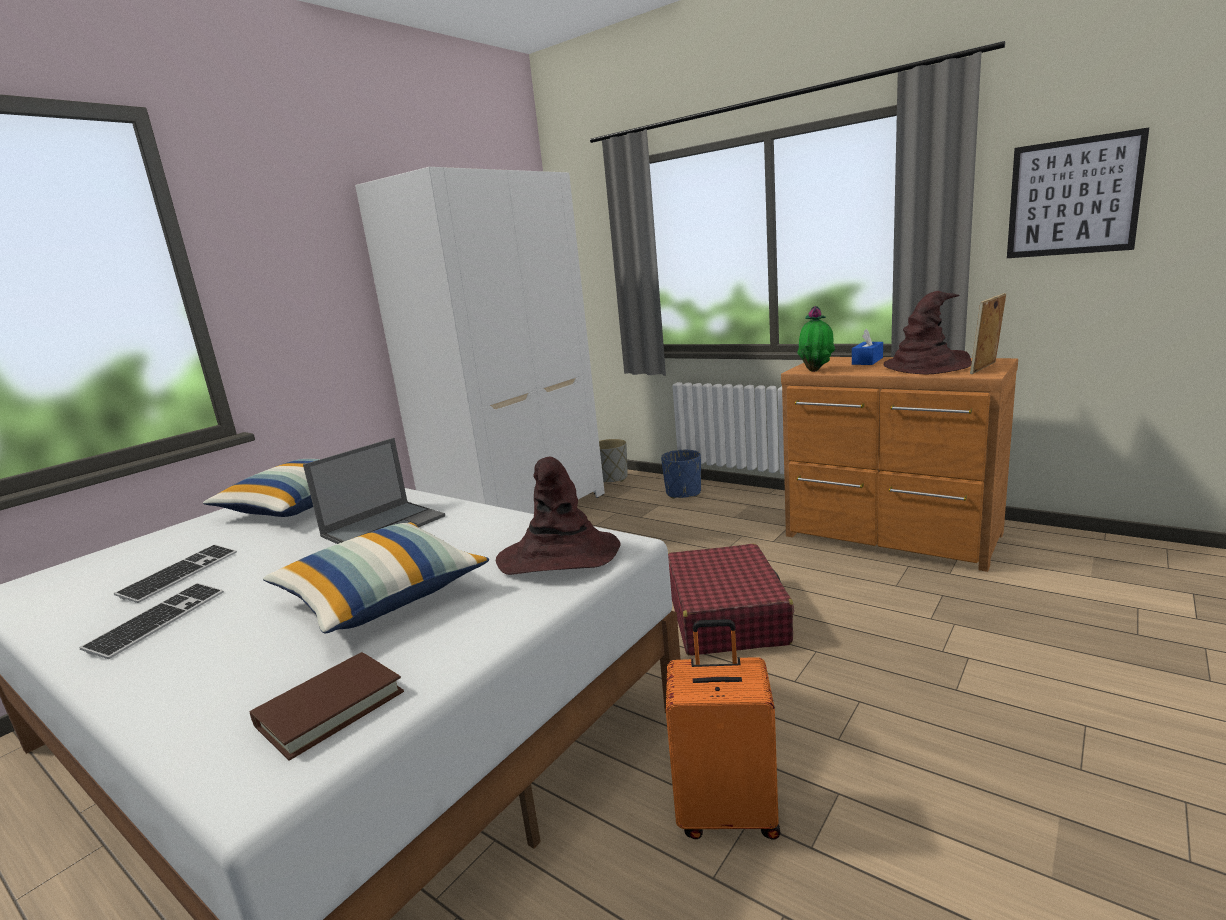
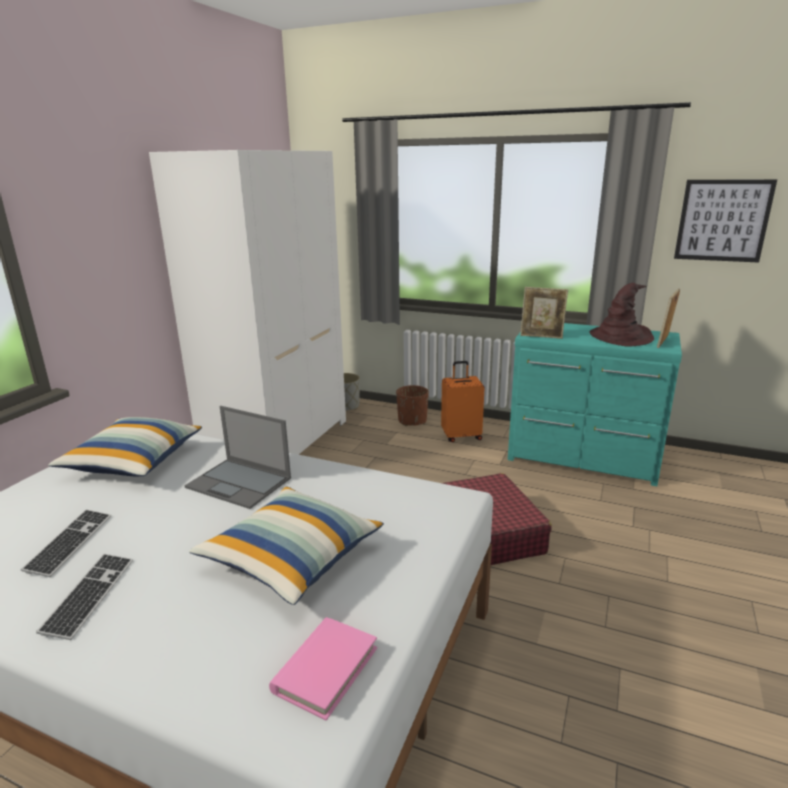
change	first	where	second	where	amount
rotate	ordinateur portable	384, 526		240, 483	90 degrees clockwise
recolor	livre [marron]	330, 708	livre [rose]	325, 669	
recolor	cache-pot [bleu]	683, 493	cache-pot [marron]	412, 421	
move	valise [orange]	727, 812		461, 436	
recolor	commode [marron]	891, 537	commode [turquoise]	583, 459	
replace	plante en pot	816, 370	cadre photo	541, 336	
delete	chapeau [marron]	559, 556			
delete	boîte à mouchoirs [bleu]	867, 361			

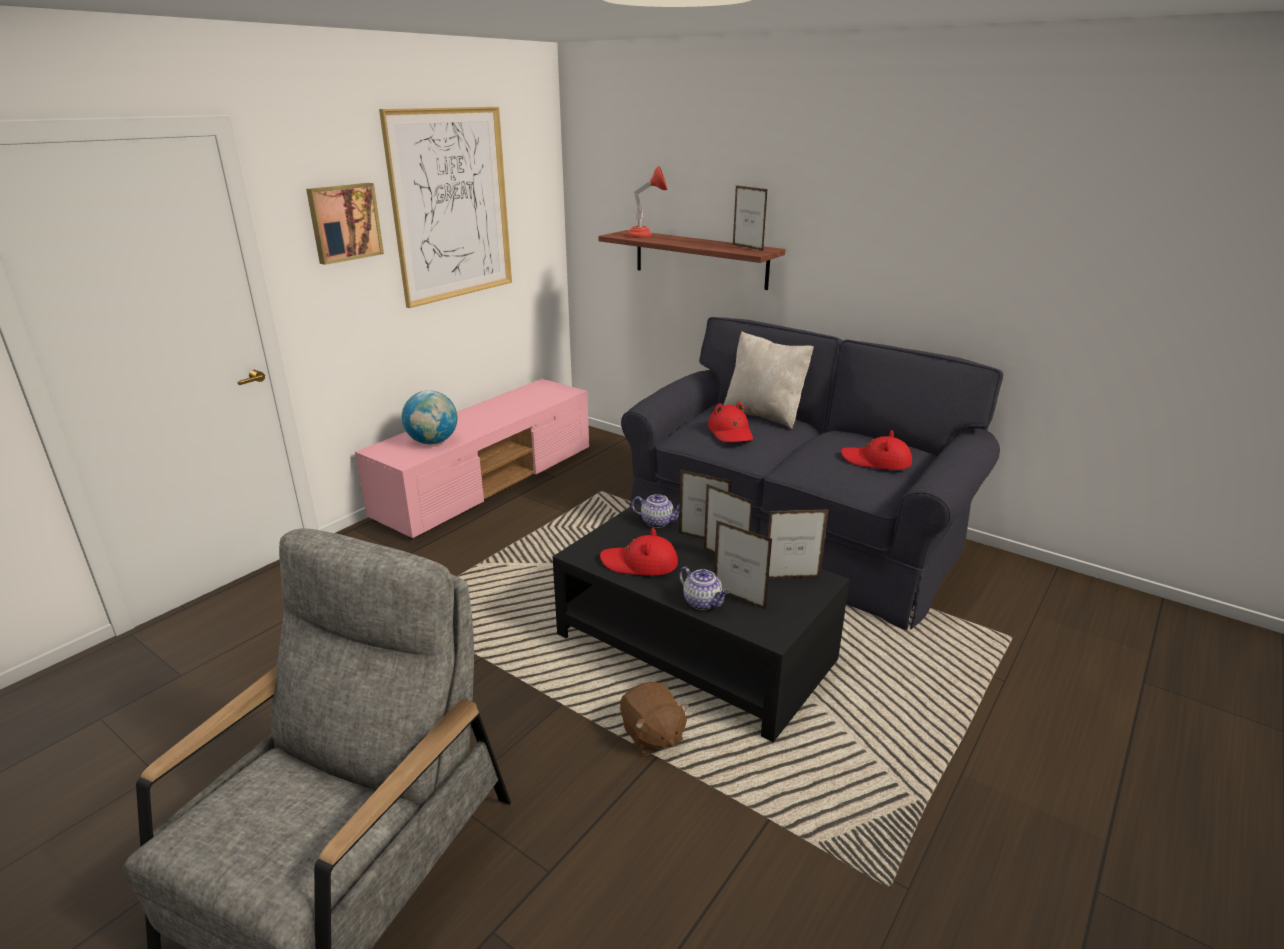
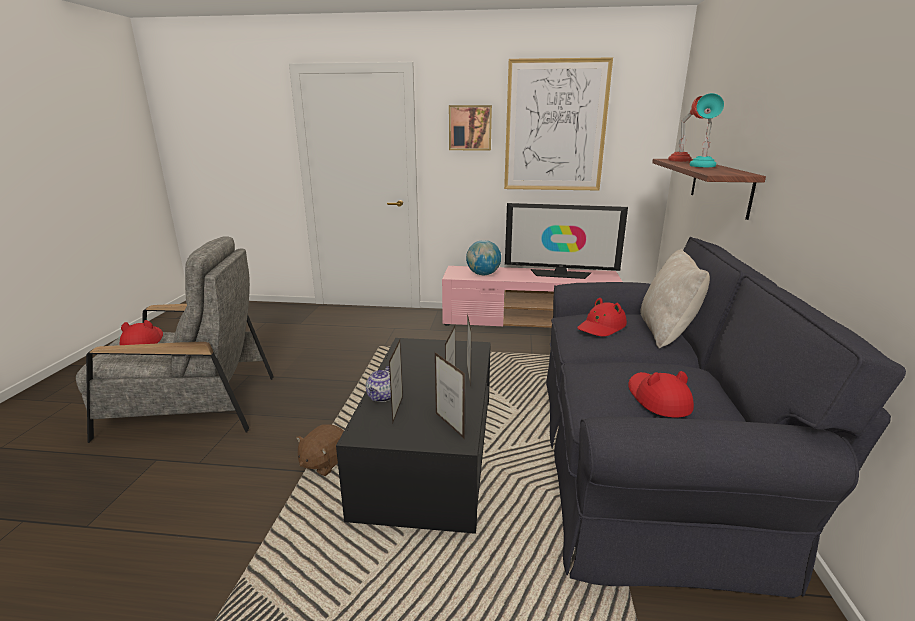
change	first	where	second	where	amount
move	chapeau [rouge]	639, 563		143, 341	
insert			téléviseur	560, 274	
insert			lampe de table [turquoise]	701, 167	
delete	théière	658, 522			
delete	cadre photo	747, 248			

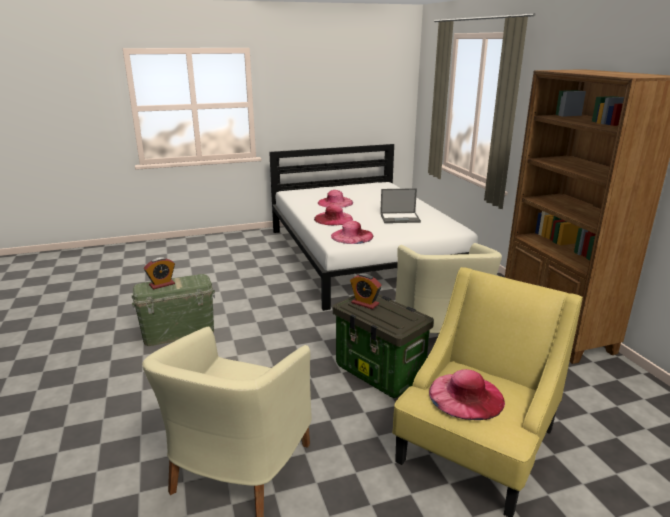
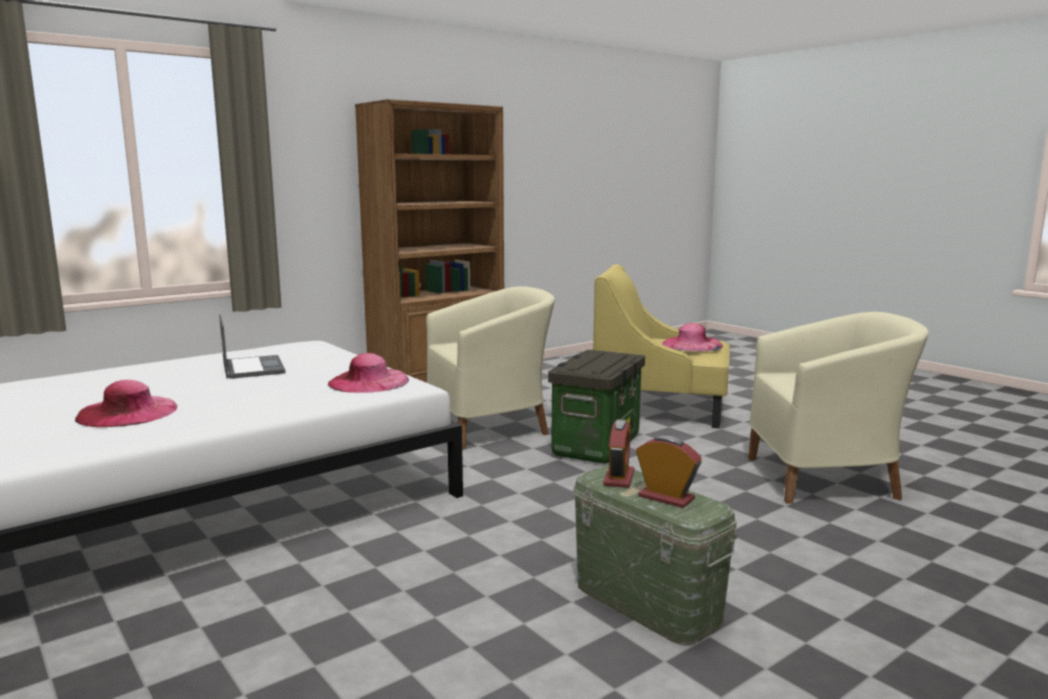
change	first	where	second	where	amount
move	réveil	365, 303		619, 478	
delete	chapeau [rose]	333, 219			

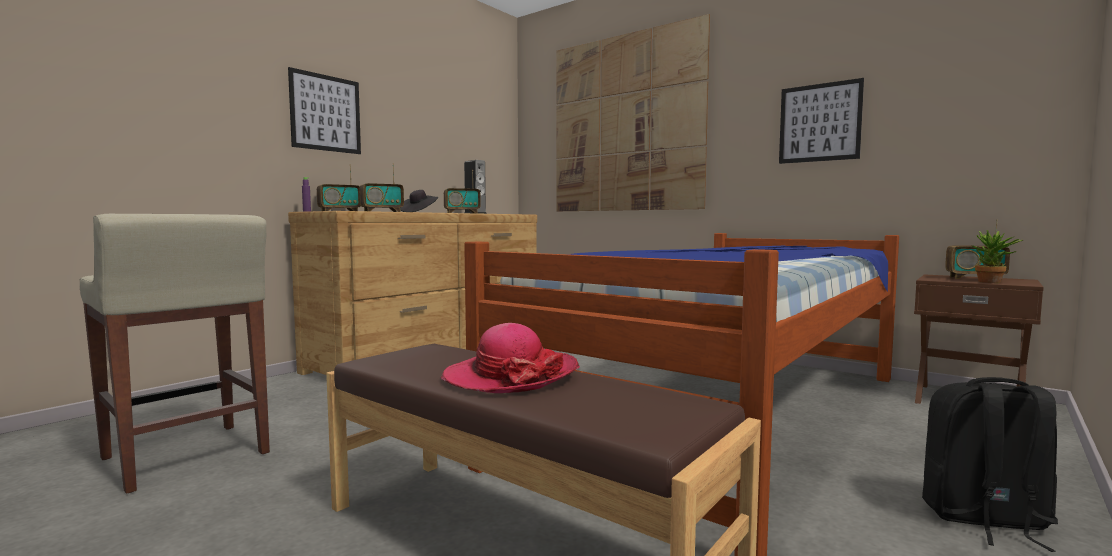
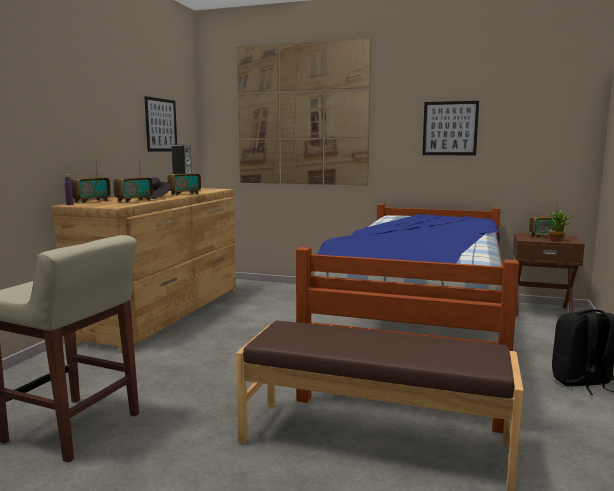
change	first	where	second	where	amount
move	tableau	326, 113		161, 125	
delete	chapeau	510, 376			

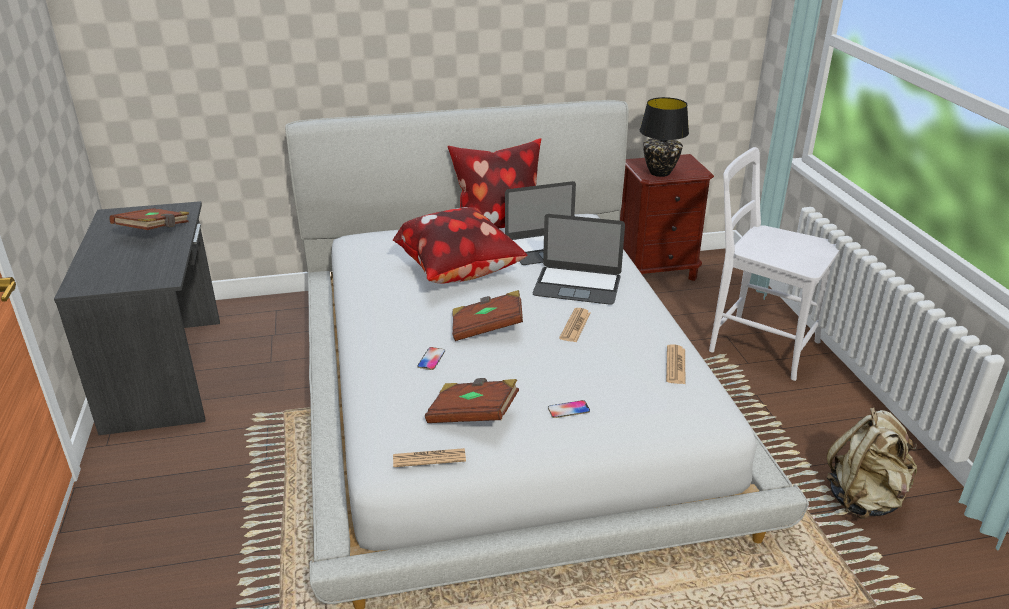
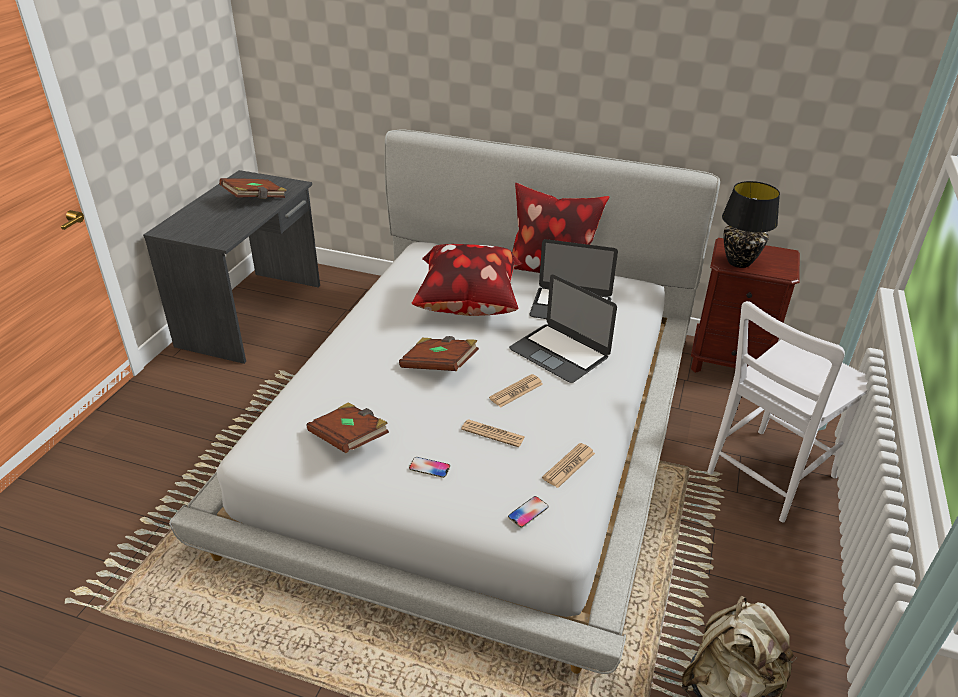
change	first	where	second	where	amount
move	journal	429, 458		493, 433	
move	téléphone	431, 359		528, 512	
rotate	chaise [blanc]	757, 344		766, 477	105 degrees counterclockwise

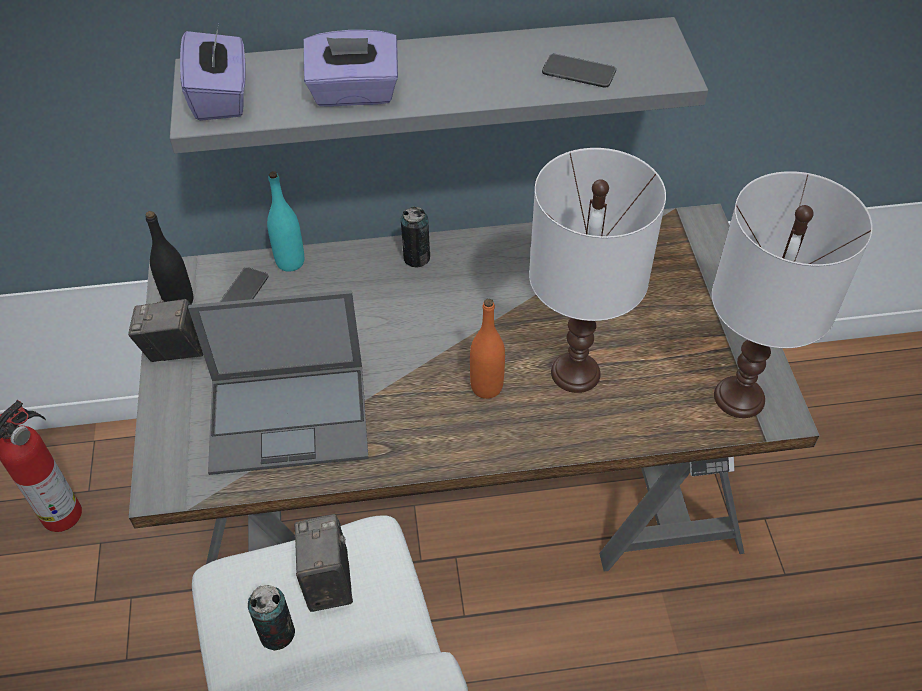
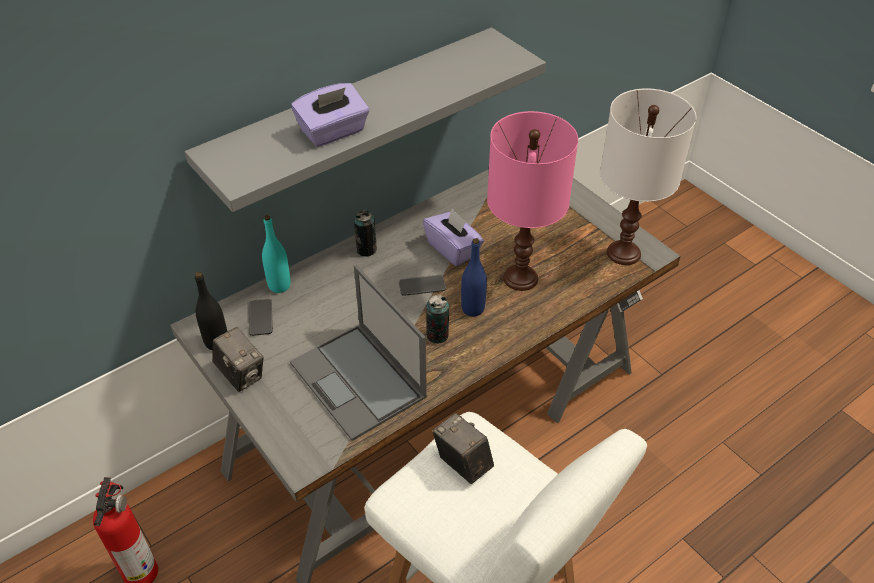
change	first	where	second	where	amount
rotate	appareil photo	176, 350		241, 374	105 degrees counterclockwise
rotate	ordinateur portable	291, 417		359, 381	90 degrees clockwise
move	téléphone	578, 72		422, 286	
move	boîte à mouchoirs [violet]	221, 97		453, 249	
move	boîte métallique	277, 633		437, 335	
recolor	bouteille [orange]	486, 387	bouteille [bleu]	473, 309	
recolor	lampe de table [blanc]	575, 373	lampe de table [rose]	520, 278	

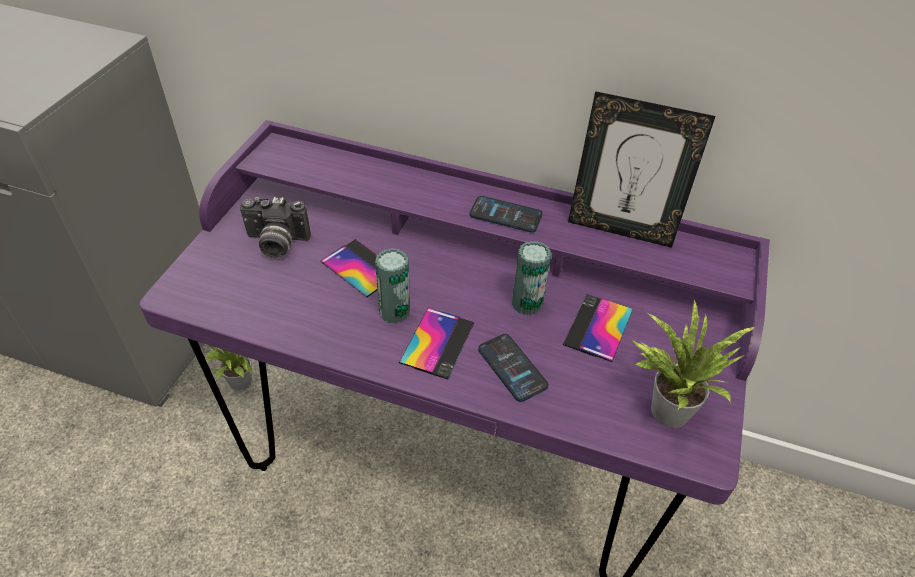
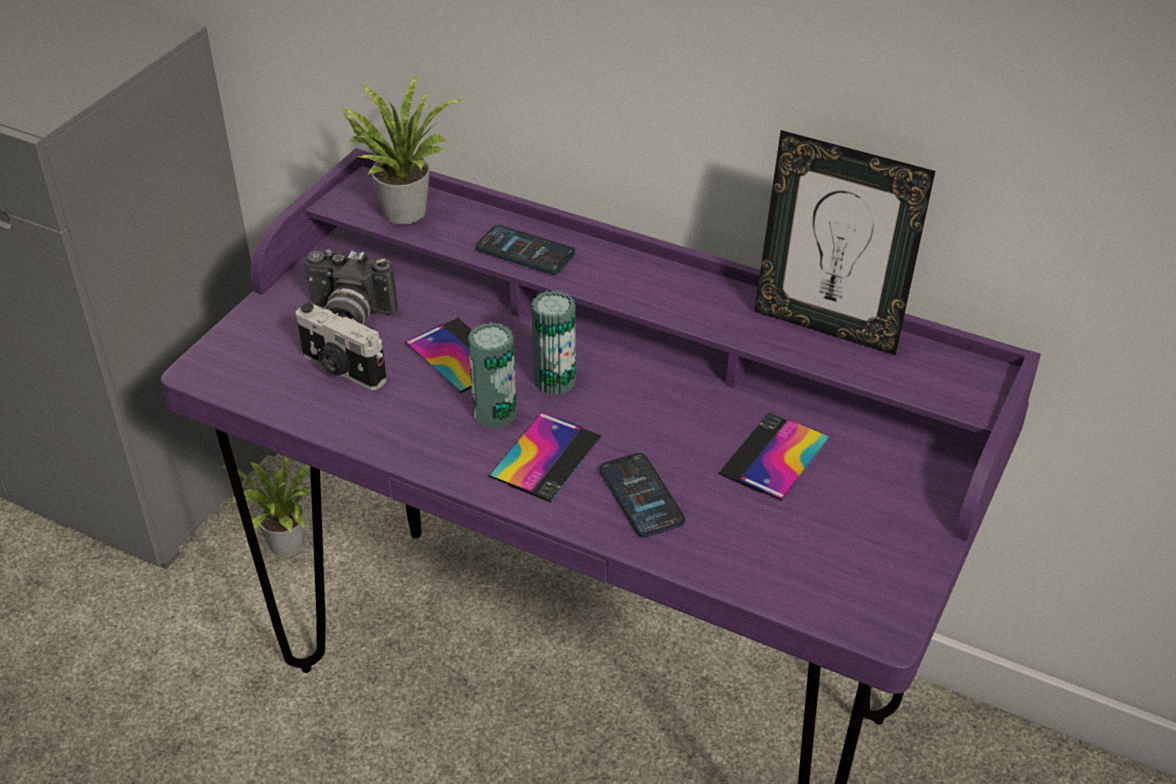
change	first	where	second	where	amount
insert			appareil photo	342, 369	
move	plante en pot	666, 407		403, 208	
move	téléphone	505, 215		525, 251	
move	boîte métallique	527, 303		554, 381	

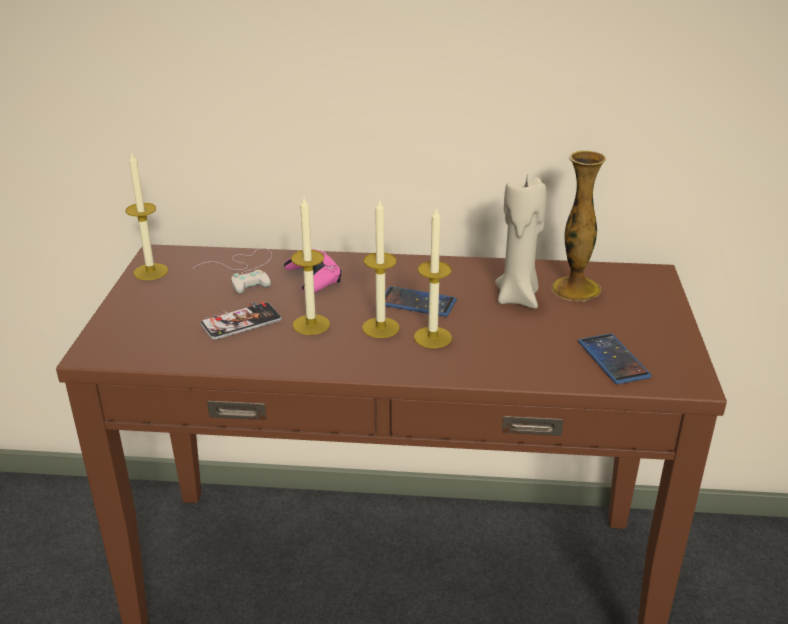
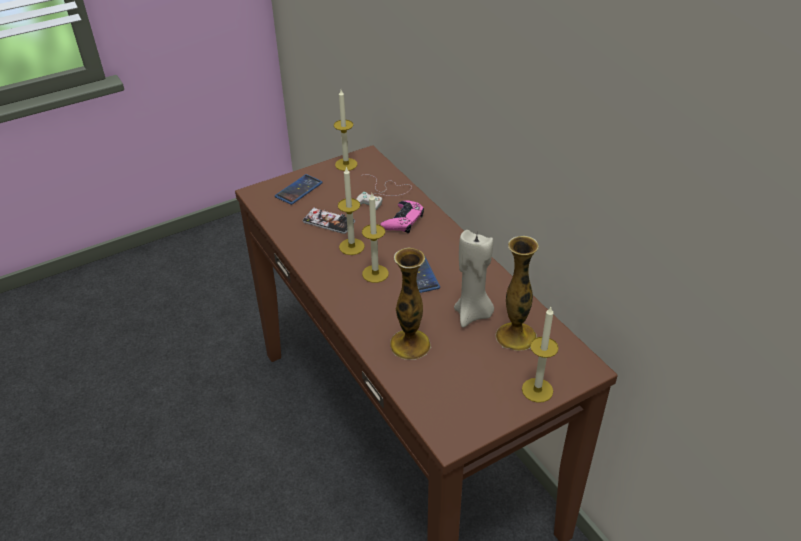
change	first	where	second	where	amount
move	téléphone	613, 359		299, 190	
insert			vase	410, 344	
move	bougie	432, 337		537, 390	

